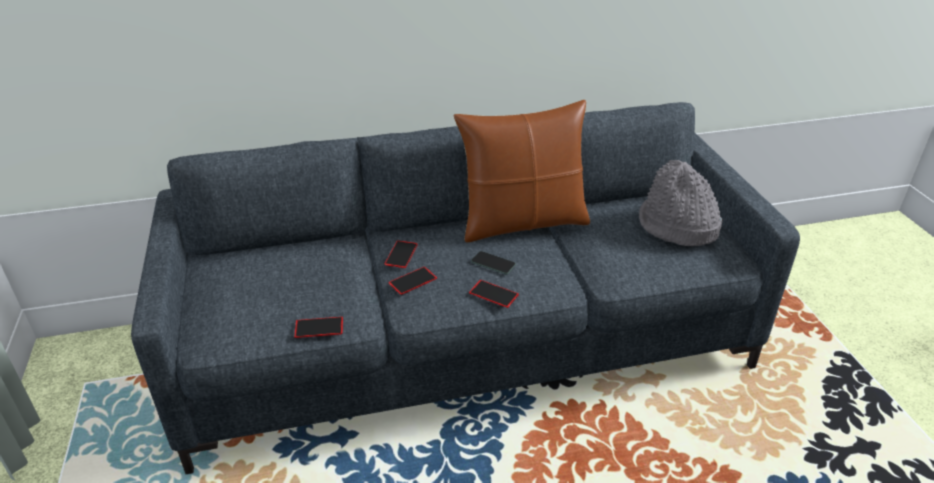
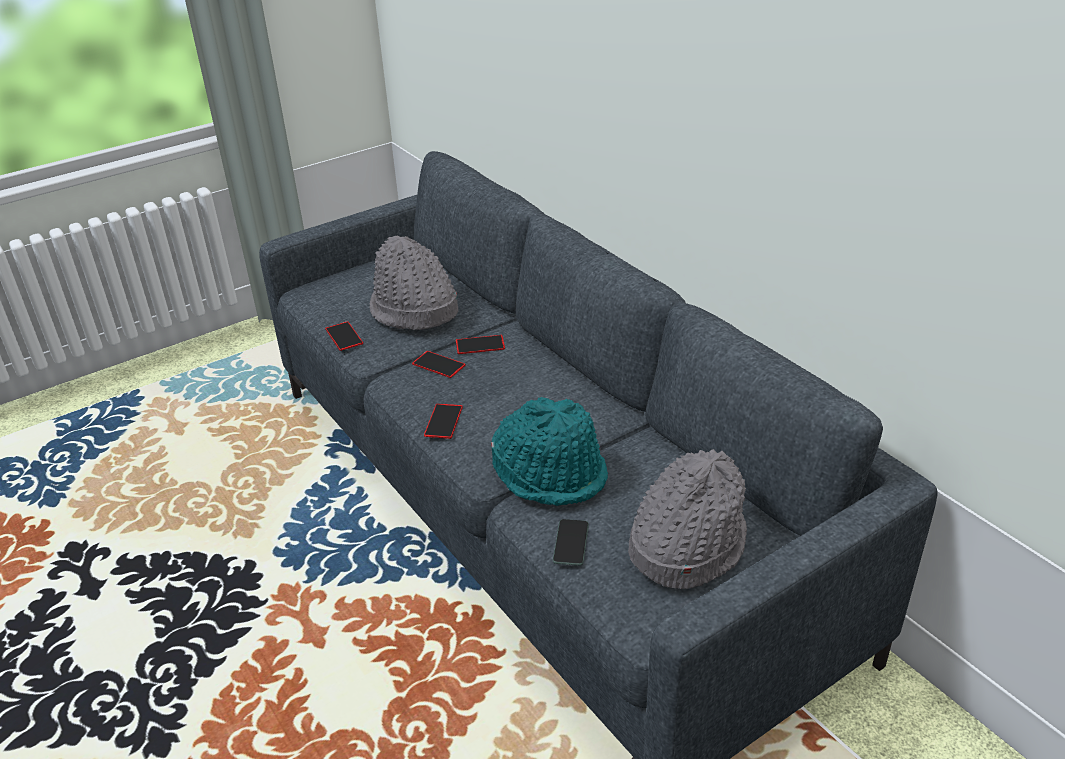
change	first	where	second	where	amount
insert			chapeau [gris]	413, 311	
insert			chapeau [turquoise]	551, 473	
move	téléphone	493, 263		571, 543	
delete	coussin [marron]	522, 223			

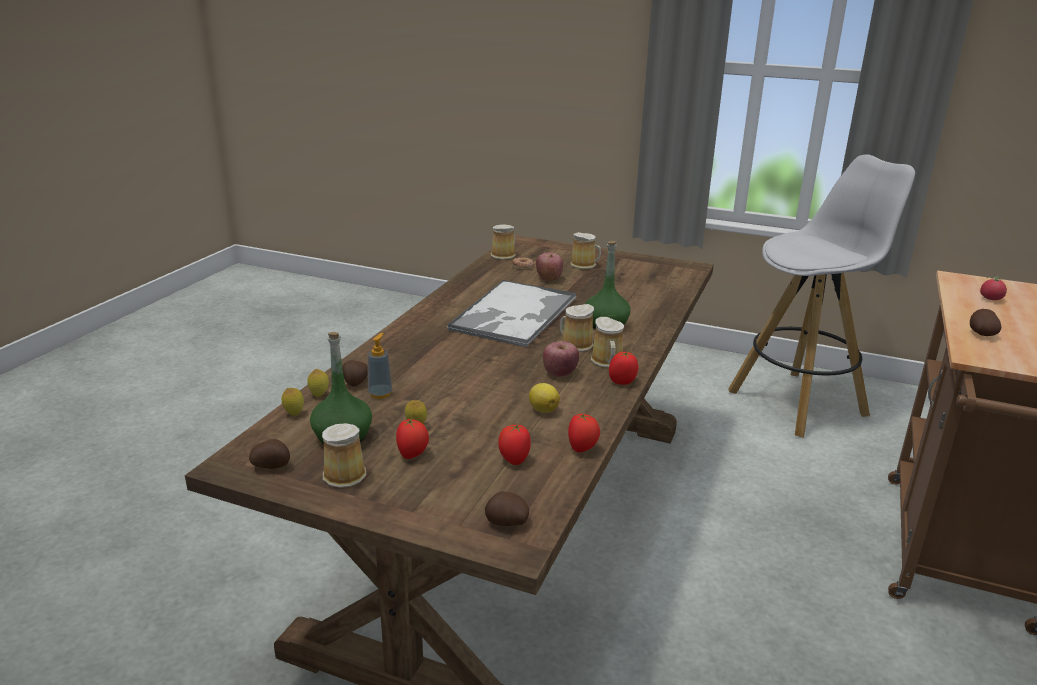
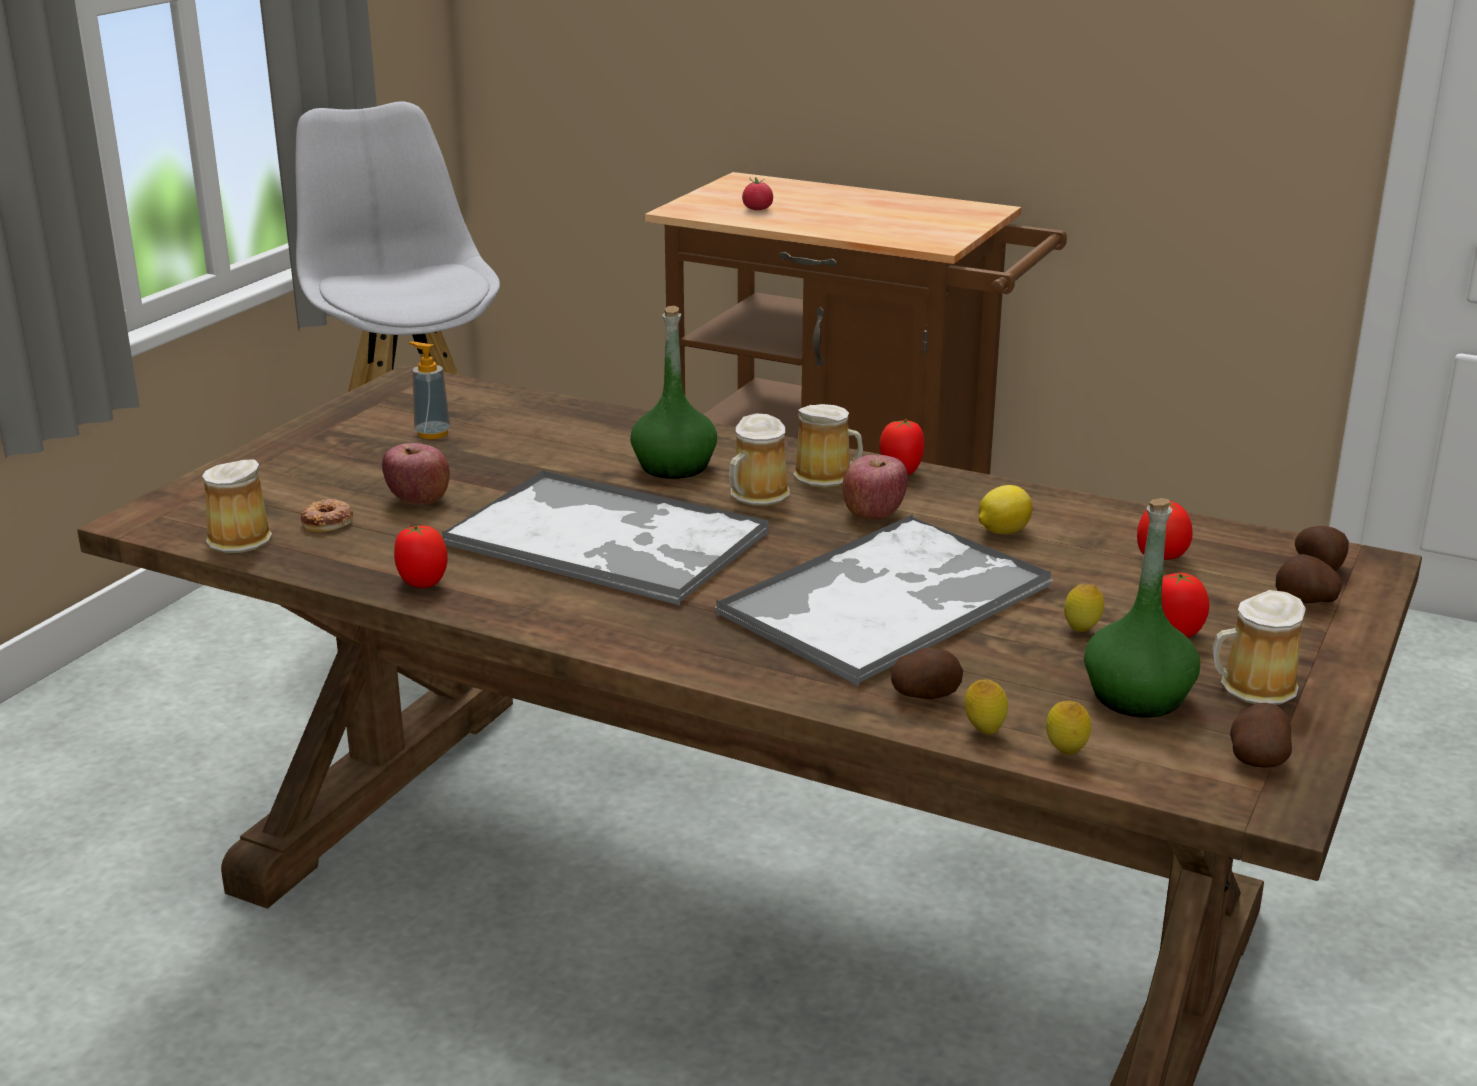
change	first	where	second	where	amount
move	tomate	582, 449		422, 582	
move	distributeur de savon	380, 394		432, 433	
insert			plateau	888, 599	
move	pomme de terre	980, 334		1305, 601	
delete	mug	585, 265			

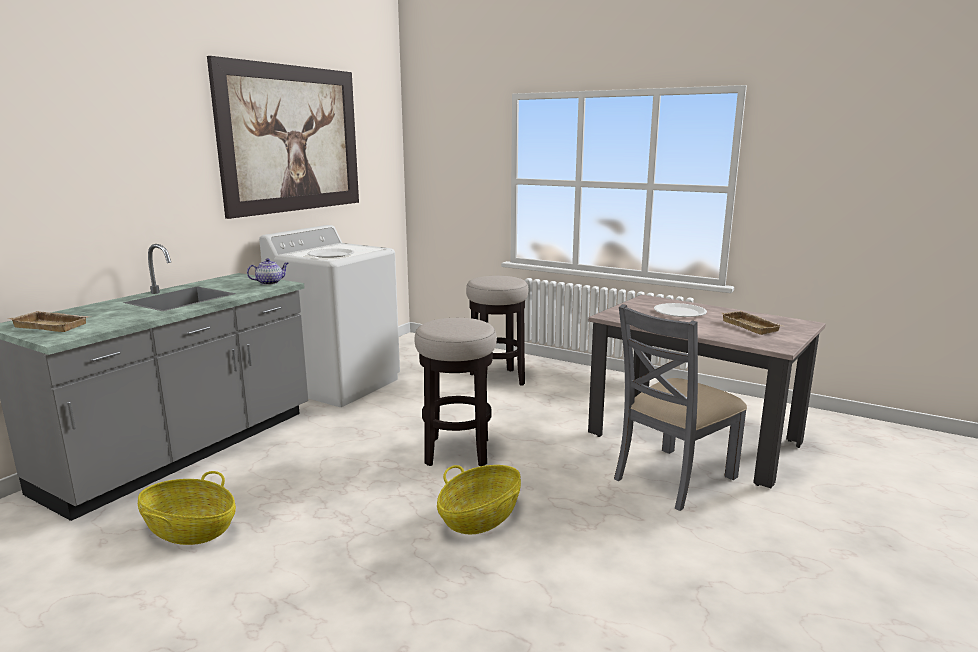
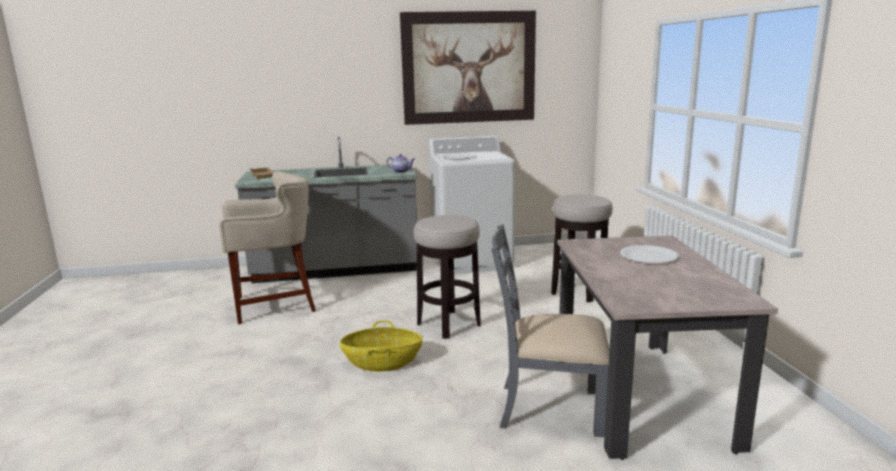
change	first	where	second	where	amount
replace	panier	190, 529	tabouret [beige]	273, 305	
delete	plateau [beige]	752, 326			

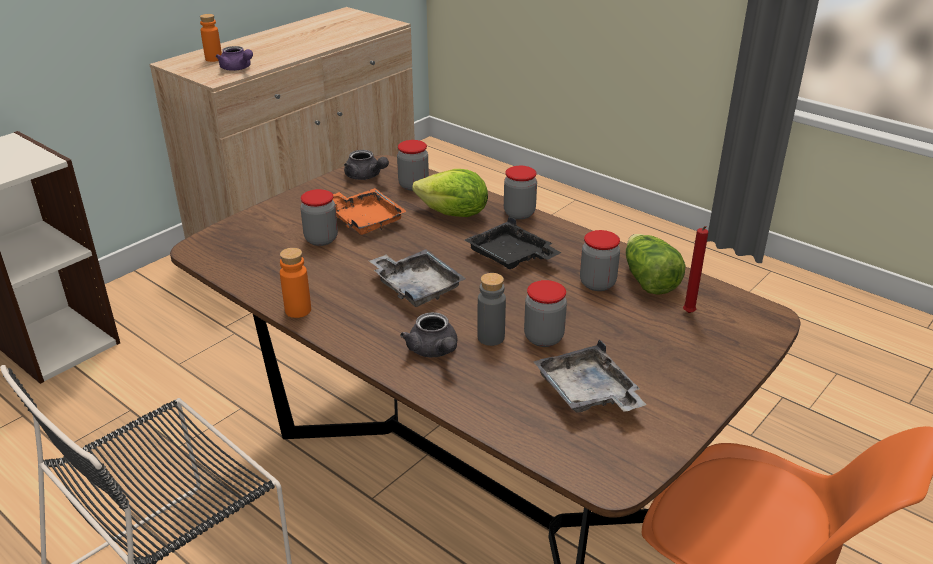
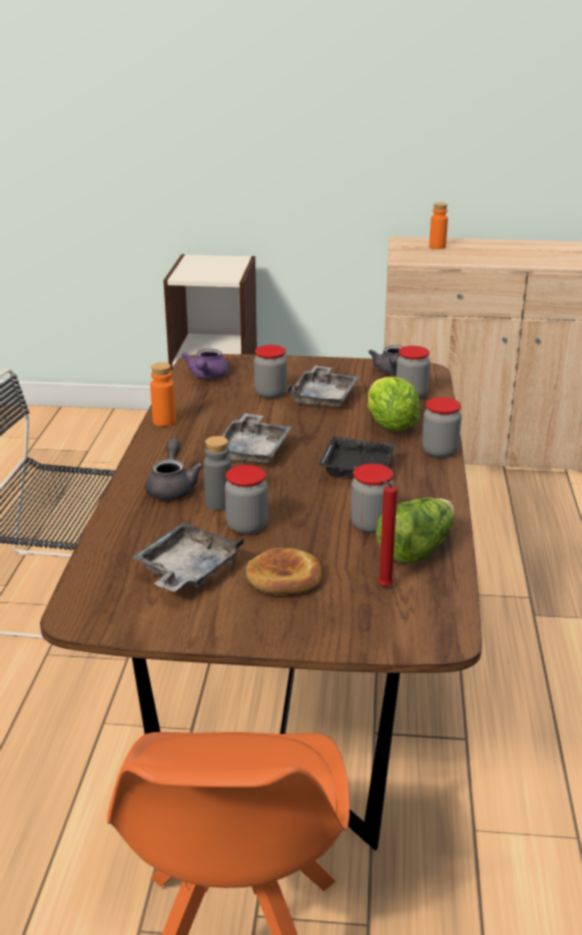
change	first	where	second	where	amount
rotate	théière [gris]	434, 351		172, 487	150 degrees clockwise
move	théière [violet]	237, 69		207, 376	
insert			pain	284, 577	
recolor	plateau [orange]	364, 220	plateau [gris]	324, 397	

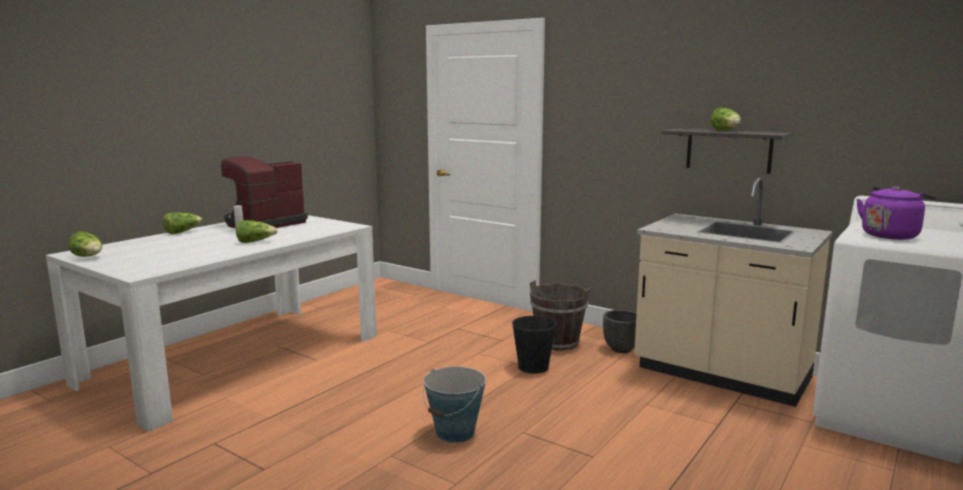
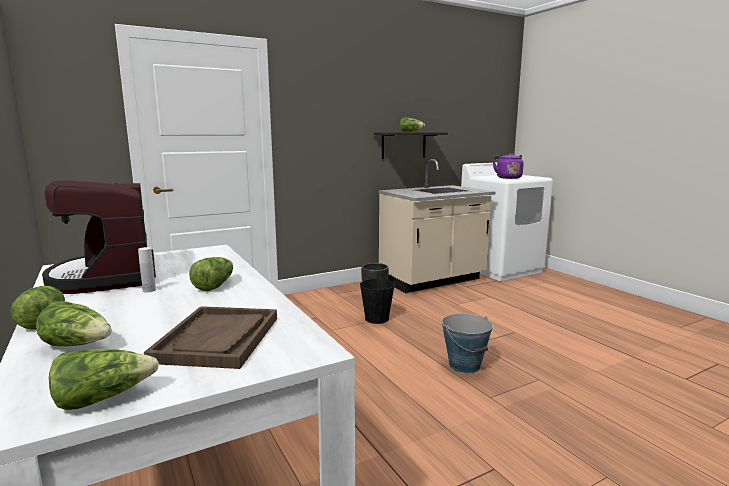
change	first	where	second	where	amount
insert			laitue	79, 345	
insert			plateau [marron]	218, 339	
delete	seau [marron]	558, 342			

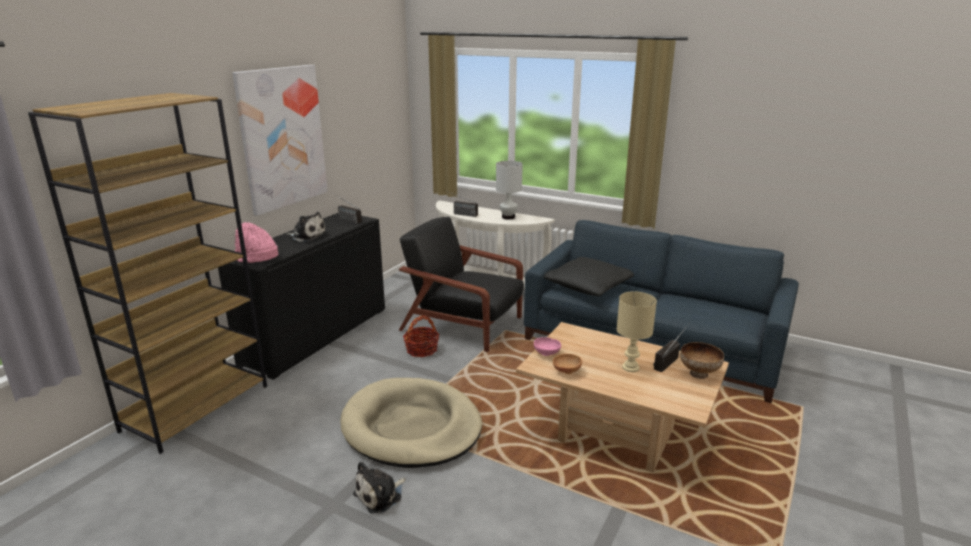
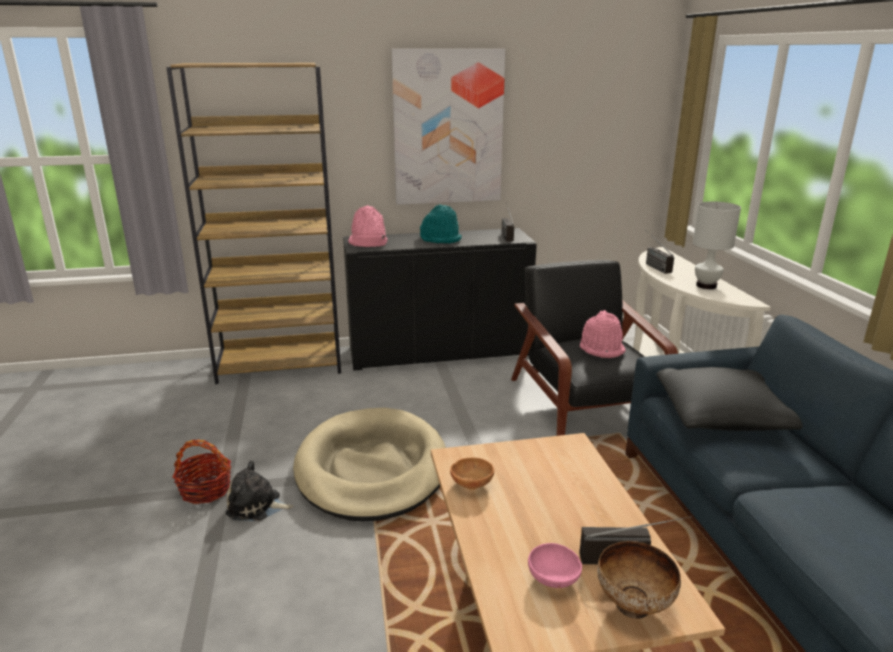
change	first	where	second	where	amount
move	panier	421, 350		206, 490	
replace	peluche	307, 236	chapeau [turquoise]	441, 239	
move	bol [rose]	547, 353		554, 580	
insert			chapeau [rose]	602, 349	
delete	lampe de table [beige]	631, 368			

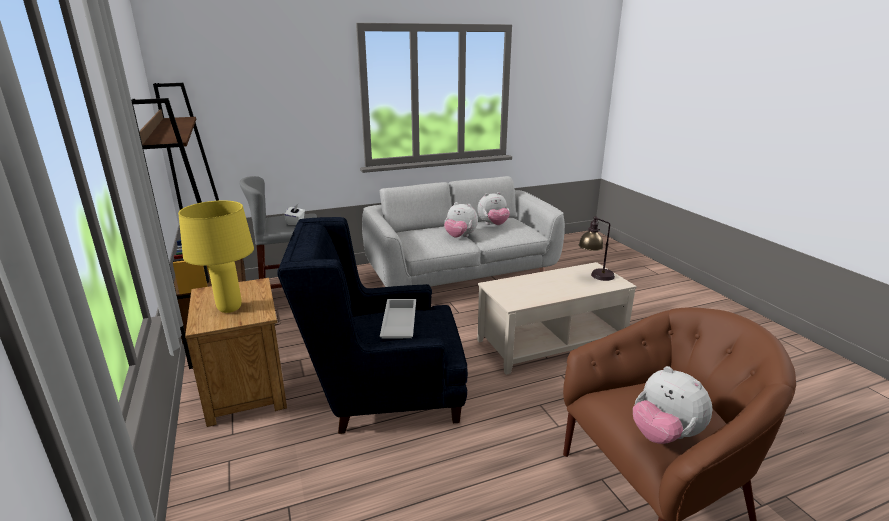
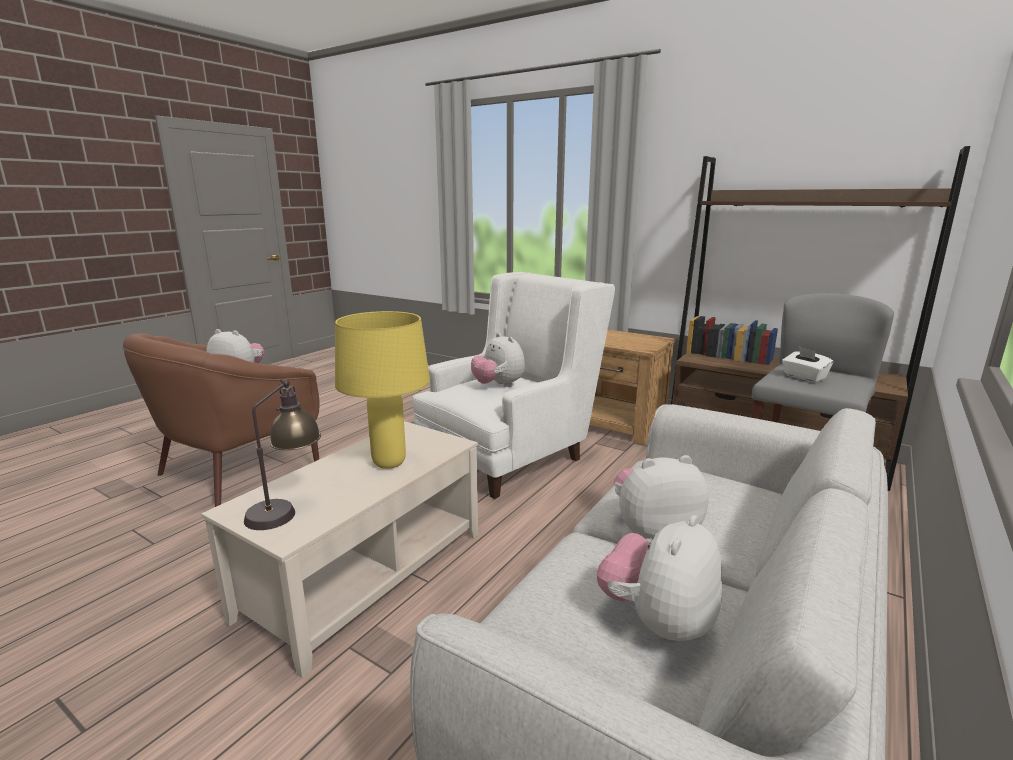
change	first	where	second	where	amount
move	lampe de table [jaune]	229, 309		389, 462	
recolor	fauteuil [bleu]	383, 393	fauteuil [blanc]	511, 454	
replace	plateau [blanc]	398, 325	peluche	498, 385	

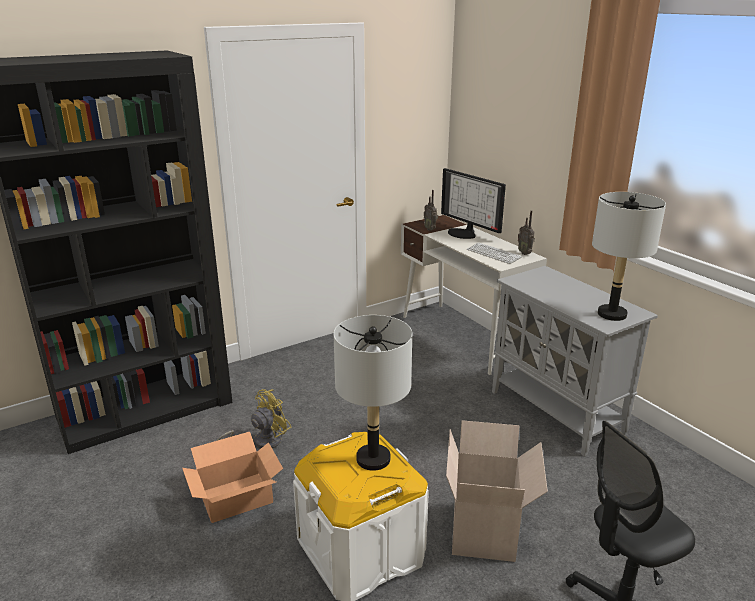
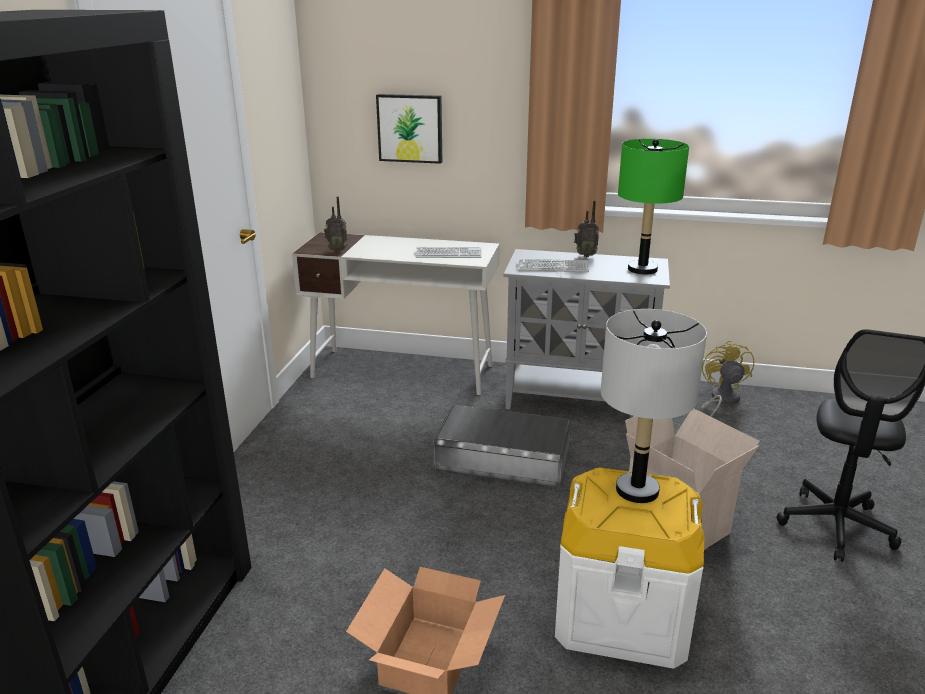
change	first	where	second	where	amount
insert			tableau	410, 128	
insert			boîte de rangement [gris]	503, 456	
insert			clavier	553, 267	
move	radio	525, 253		585, 255	
recolor	lampe de table [gris]	612, 314	lampe de table [vert]	642, 269	
move	ventilateur [jaune]	261, 441		721, 400	
delete	écran d'ordinateur	464, 233			

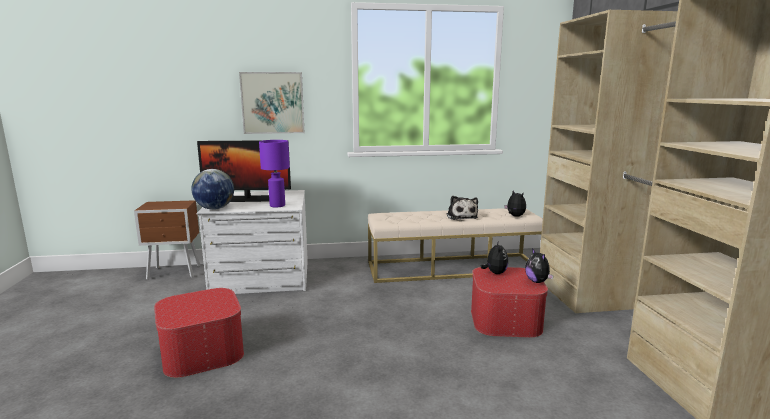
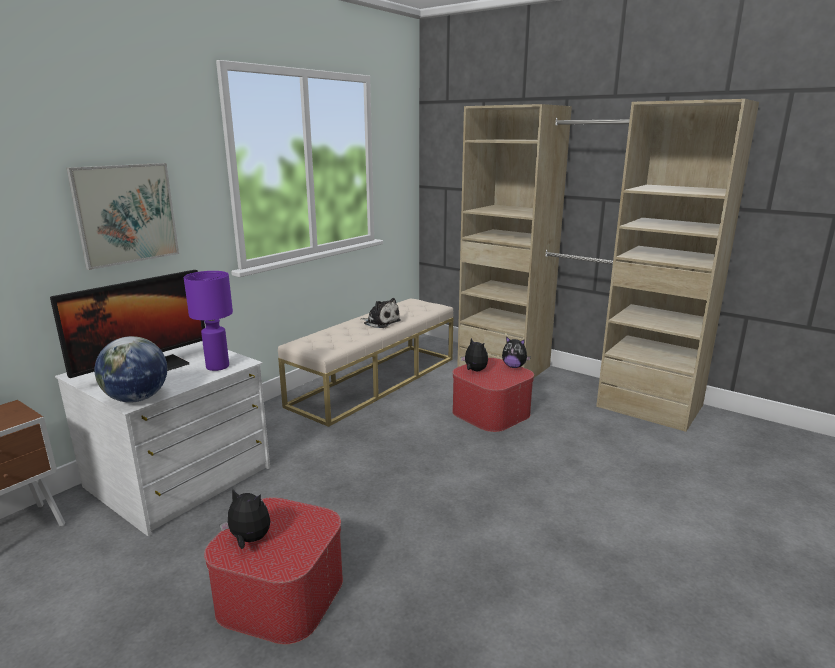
change	first	where	second	where	amount
move	peluche	514, 216		249, 540	

